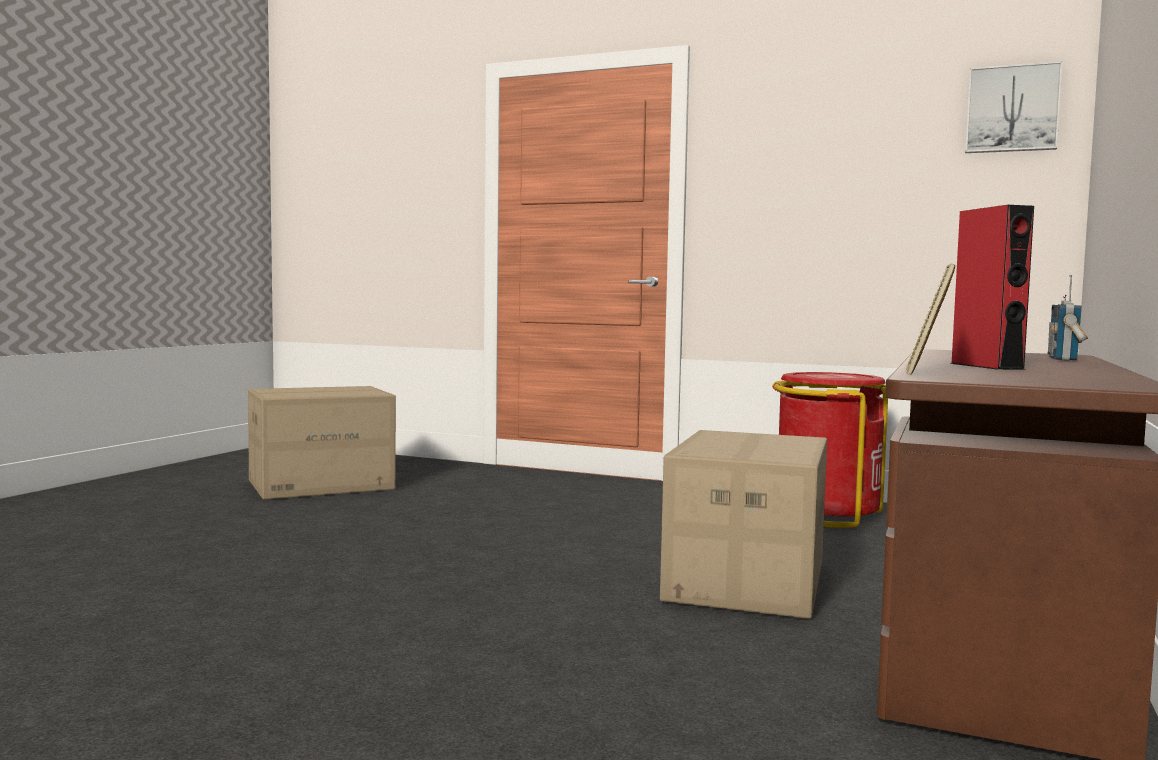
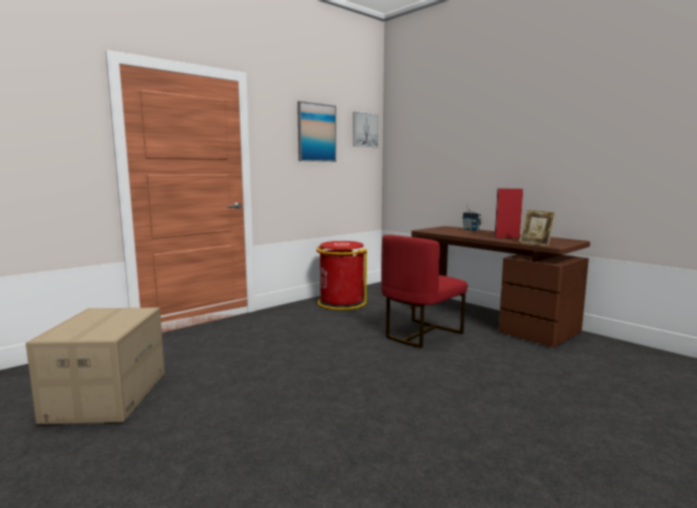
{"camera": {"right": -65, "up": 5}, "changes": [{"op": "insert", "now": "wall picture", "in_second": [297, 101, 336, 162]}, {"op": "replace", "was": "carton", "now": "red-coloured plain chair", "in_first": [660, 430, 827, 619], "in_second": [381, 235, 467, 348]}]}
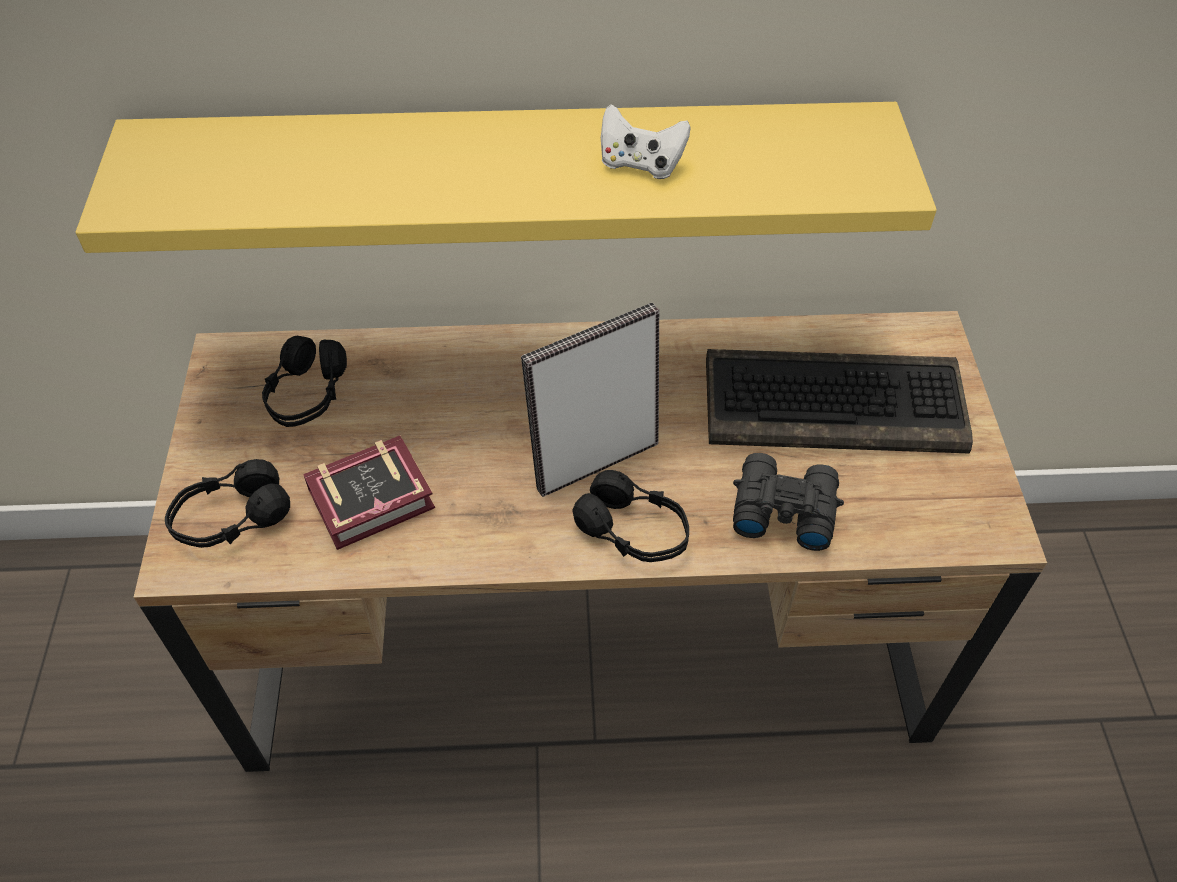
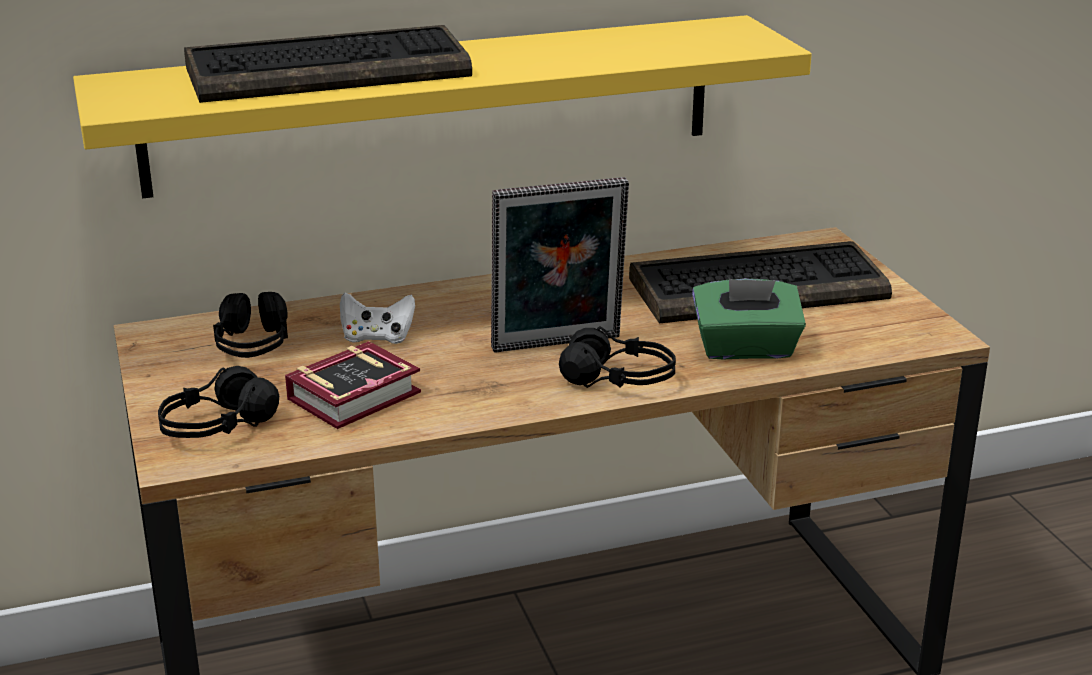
{"camera": {"right": -15, "up": -25}, "changes": [{"op": "insert", "now": "computer keyboard", "in_second": [184, 25, 472, 103]}, {"op": "move", "was": "white-coloured game controller", "in_first": [601, 104, 691, 179], "in_second": [340, 293, 415, 344]}, {"op": "rotate", "was": "standing frame", "in_first": [521, 303, 660, 497], "in_second": [491, 177, 629, 353], "clockwise": -150}, {"op": "replace", "was": "black binoculars", "now": "green tissue holder", "in_first": [733, 453, 844, 551], "in_second": [692, 279, 806, 359]}]}
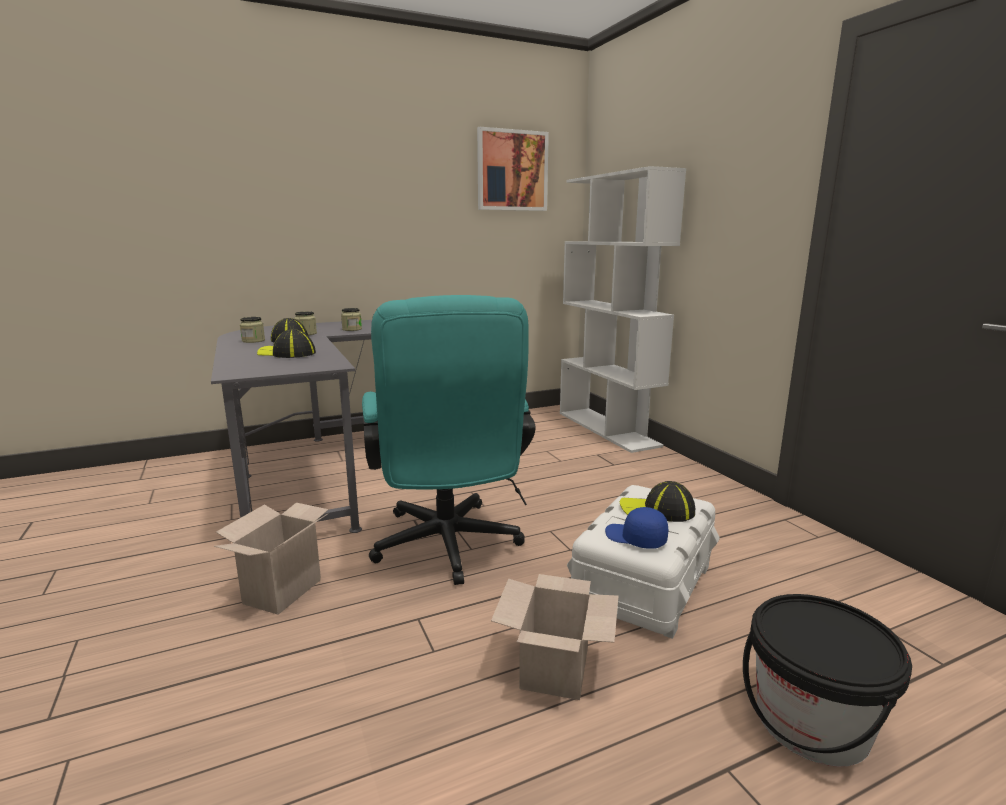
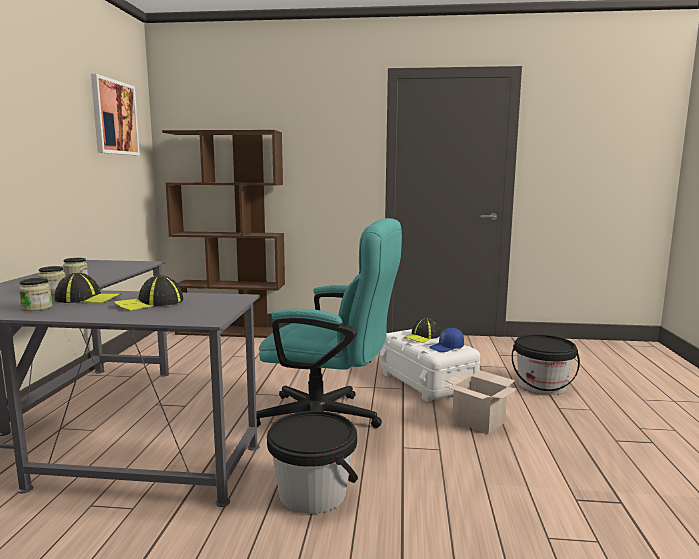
{"camera": {"right": -60, "up": -5}, "changes": [{"op": "recolor", "was": "white-coloured shelving unit", "now": "brown-coloured shelving unit", "in_first": [560, 166, 686, 453], "in_second": [162, 130, 285, 338]}, {"op": "replace", "was": "carton", "now": "black bucket", "in_first": [214, 503, 328, 615], "in_second": [267, 411, 358, 514]}]}
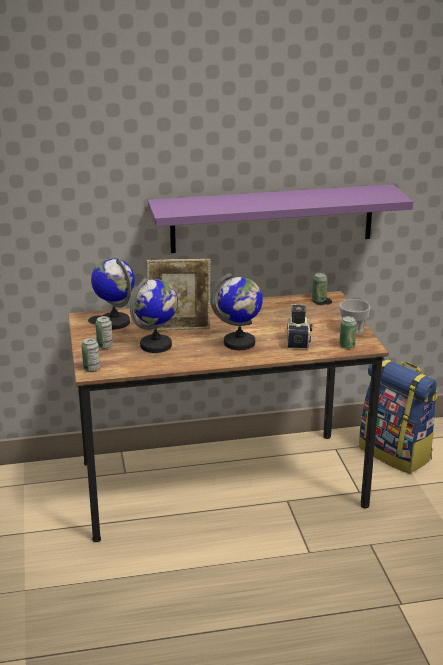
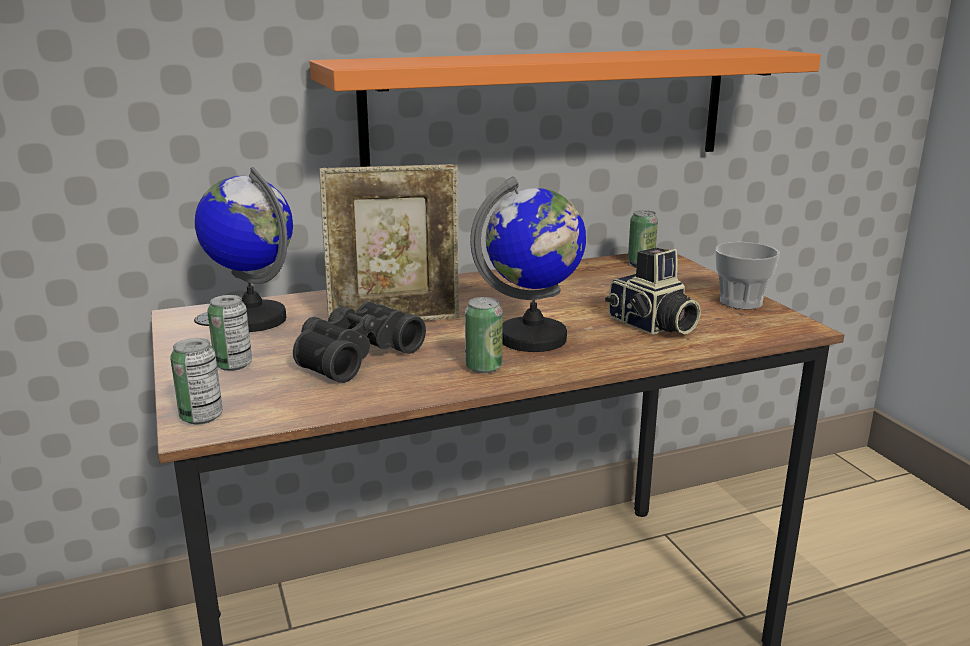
{"camera": {"right": -10, "up": -5}, "changes": [{"op": "replace", "was": "desk globe", "now": "black binoculars", "in_first": [130, 278, 178, 353], "in_second": [293, 301, 426, 383]}, {"op": "recolor", "was": "purple-coloured wall shelf", "now": "orange-coloured wall shelf", "in_first": [148, 184, 413, 253], "in_second": [310, 48, 821, 167]}, {"op": "move", "was": "sealed can", "in_first": [339, 316, 357, 349], "in_second": [465, 297, 503, 373]}, {"op": "rotate", "was": "still camera", "in_first": [286, 304, 312, 348], "in_second": [605, 247, 701, 335], "clockwise": 150}, {"op": "delete", "was": "rucksack", "in_first": [359, 357, 438, 474]}]}
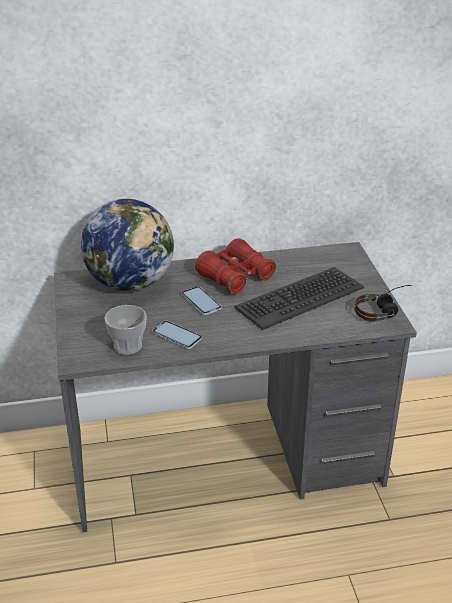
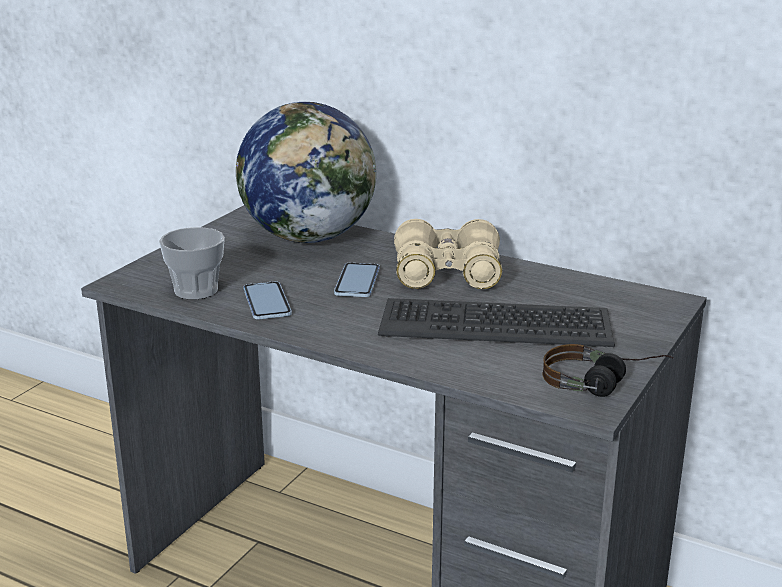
{"camera": {"right": 40, "up": -10}, "changes": [{"op": "recolor", "was": "red-coloured binoculars", "now": "beige-coloured binoculars", "in_first": [195, 238, 276, 294], "in_second": [394, 219, 502, 289]}]}
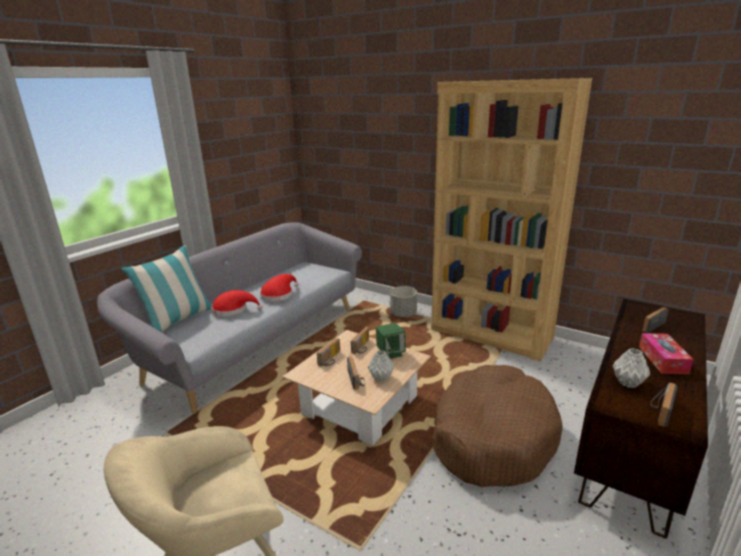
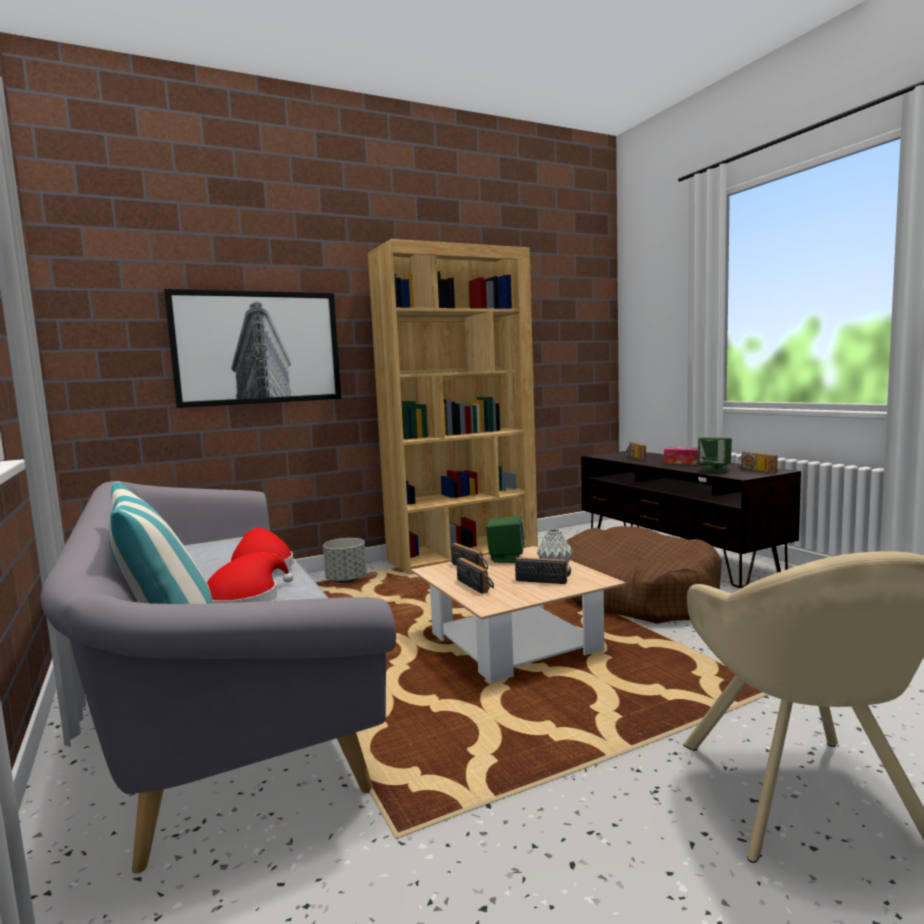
{"camera": {"right": -60, "up": -15}, "changes": [{"op": "insert", "now": "wall picture", "in_second": [164, 289, 341, 408]}, {"op": "replace", "was": "greyish decorative vase", "now": "green speaker", "in_first": [613, 348, 650, 388], "in_second": [698, 437, 732, 473]}]}
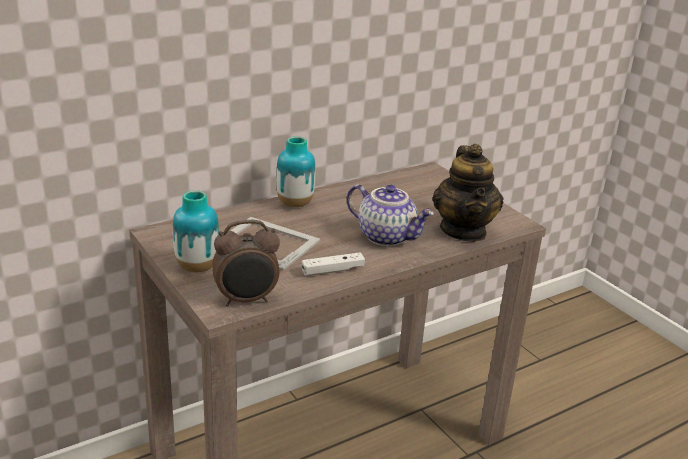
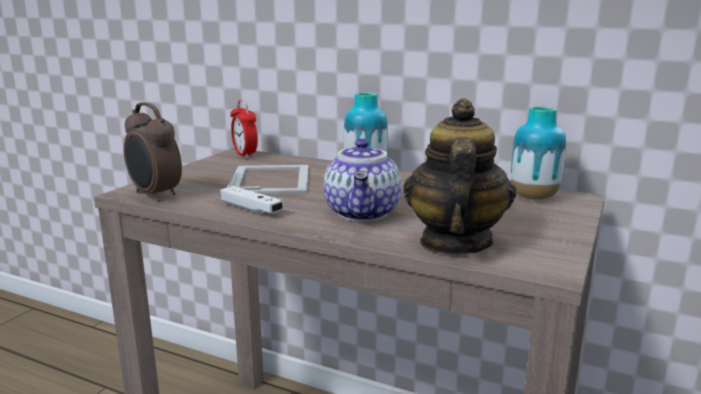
{"camera": {"right": 60, "up": -10}, "changes": [{"op": "insert", "now": "table clock", "in_second": [230, 100, 258, 159]}, {"op": "rotate", "was": "tea pot", "in_first": [432, 144, 503, 242], "in_second": [404, 99, 516, 255], "clockwise": 135}, {"op": "move", "was": "decorative vase", "in_first": [173, 190, 219, 272], "in_second": [511, 106, 566, 200]}]}
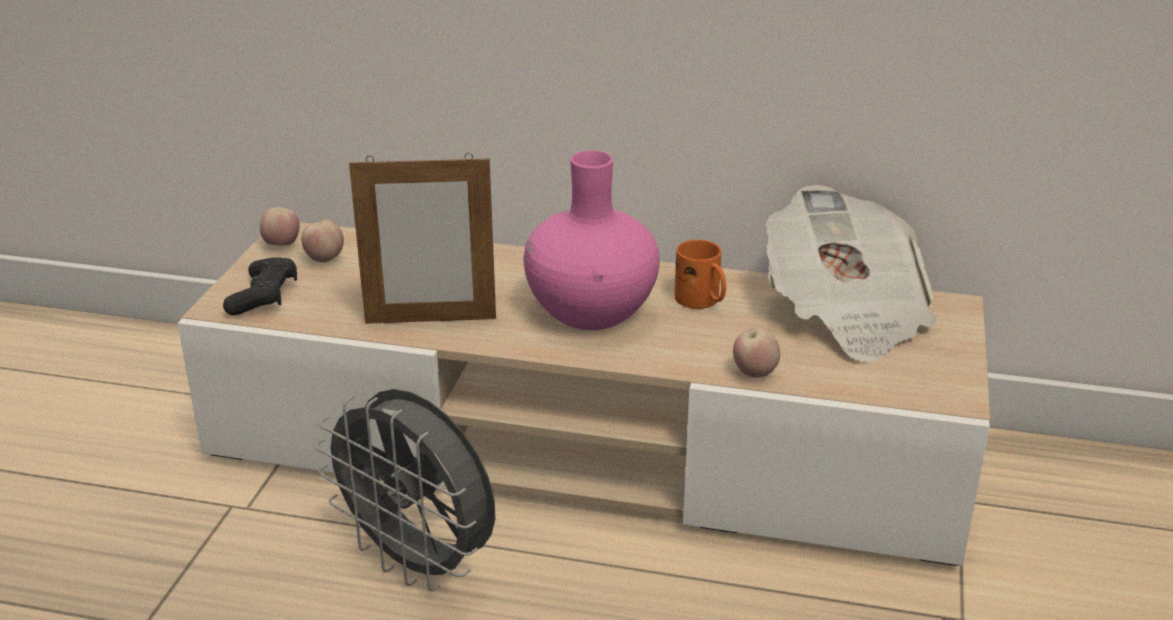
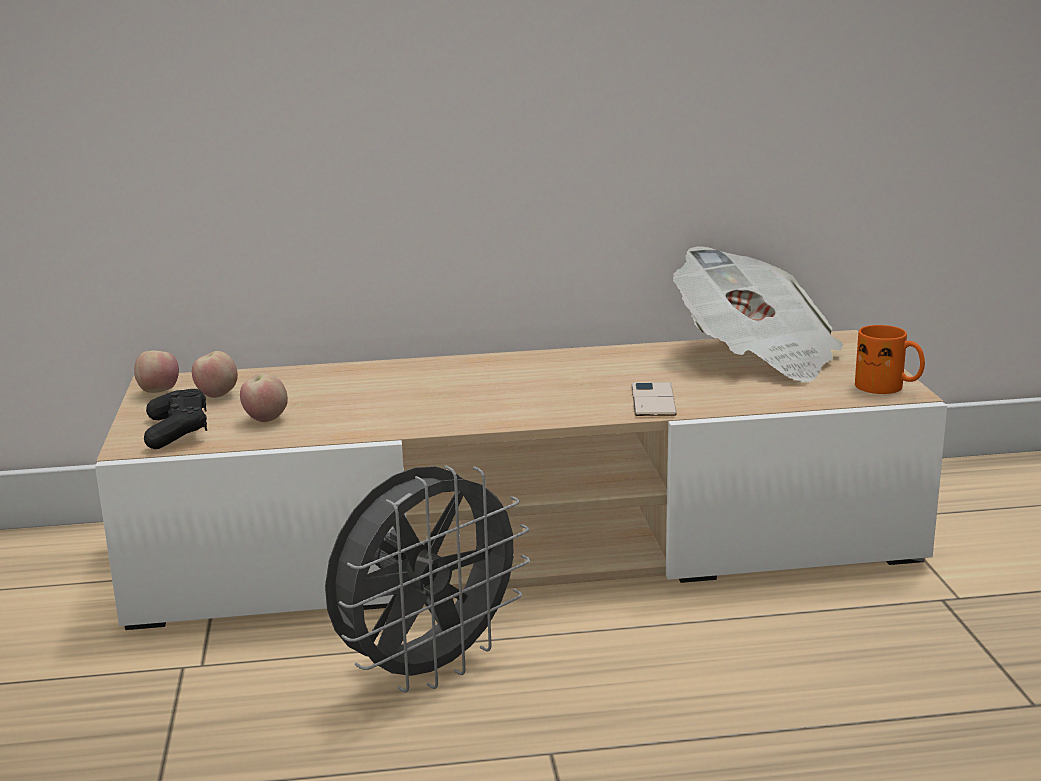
{"camera": {"right": -20, "up": -10}, "changes": [{"op": "move", "was": "apple", "in_first": [733, 327, 780, 378], "in_second": [240, 373, 288, 422]}, {"op": "rotate", "was": "greyish electric fan", "in_first": [315, 389, 495, 591], "in_second": [325, 465, 530, 693], "clockwise": -60}, {"op": "insert", "now": "handset", "in_second": [632, 382, 677, 416]}, {"op": "move", "was": "orange-coloured tea mug", "in_first": [675, 240, 726, 309], "in_second": [855, 325, 925, 394]}, {"op": "delete", "was": "standing frame", "in_first": [349, 153, 496, 324]}, {"op": "delete", "was": "pink-coloured decorative vase", "in_first": [523, 150, 660, 330]}]}
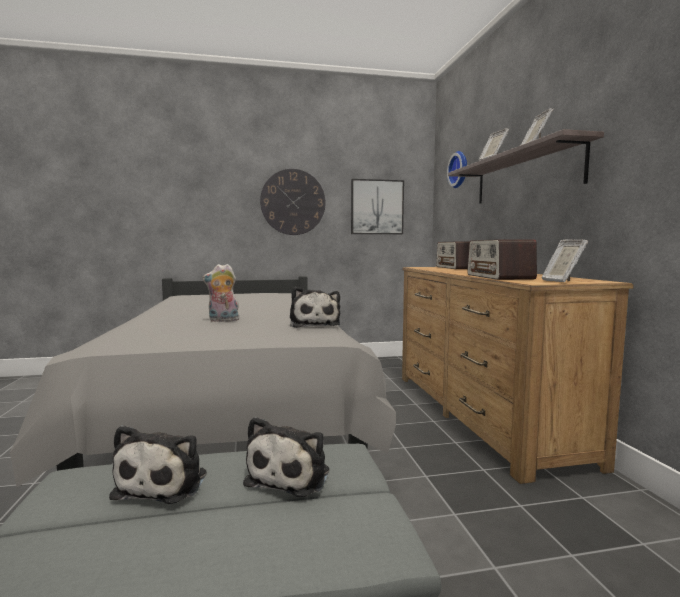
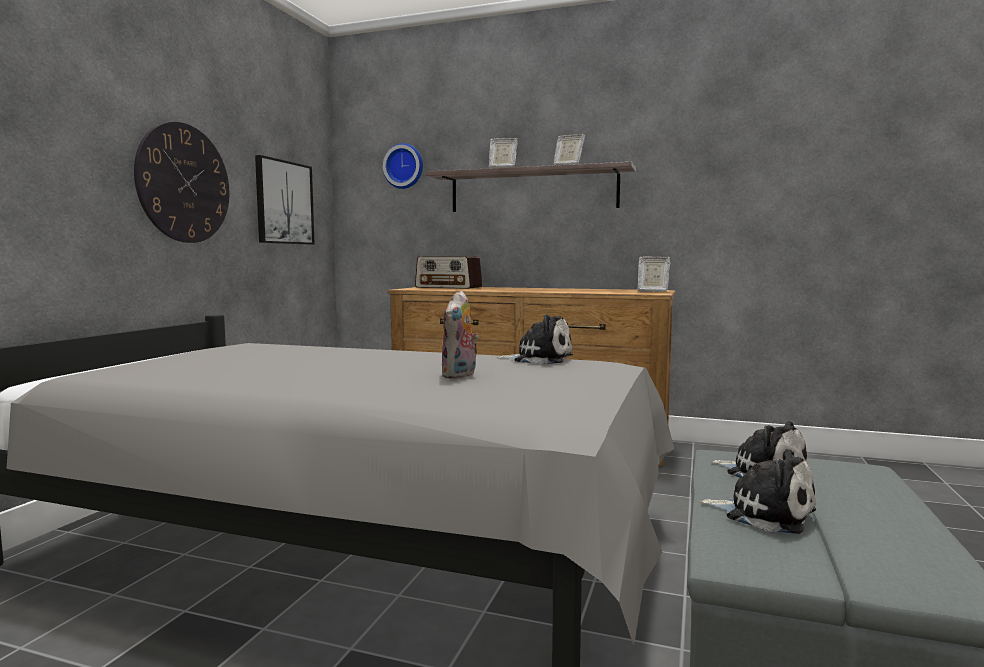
{"camera": {"right": -60, "up": 0}, "changes": [{"op": "delete", "was": "radio receiver", "in_first": [467, 240, 537, 280]}]}
